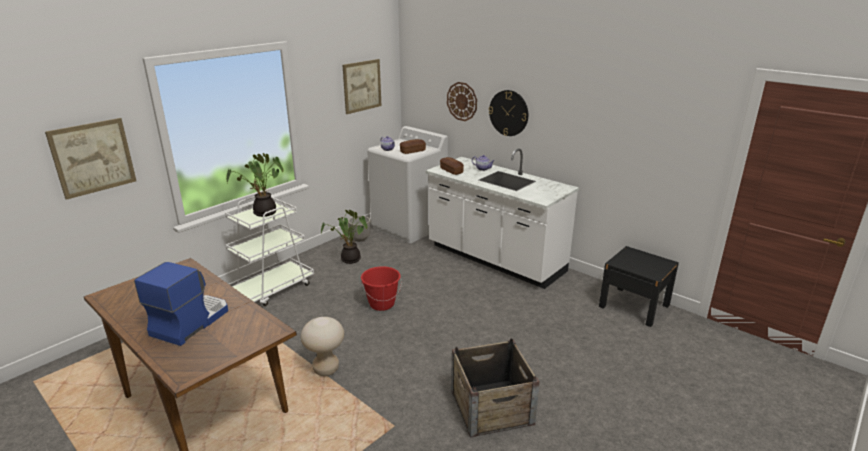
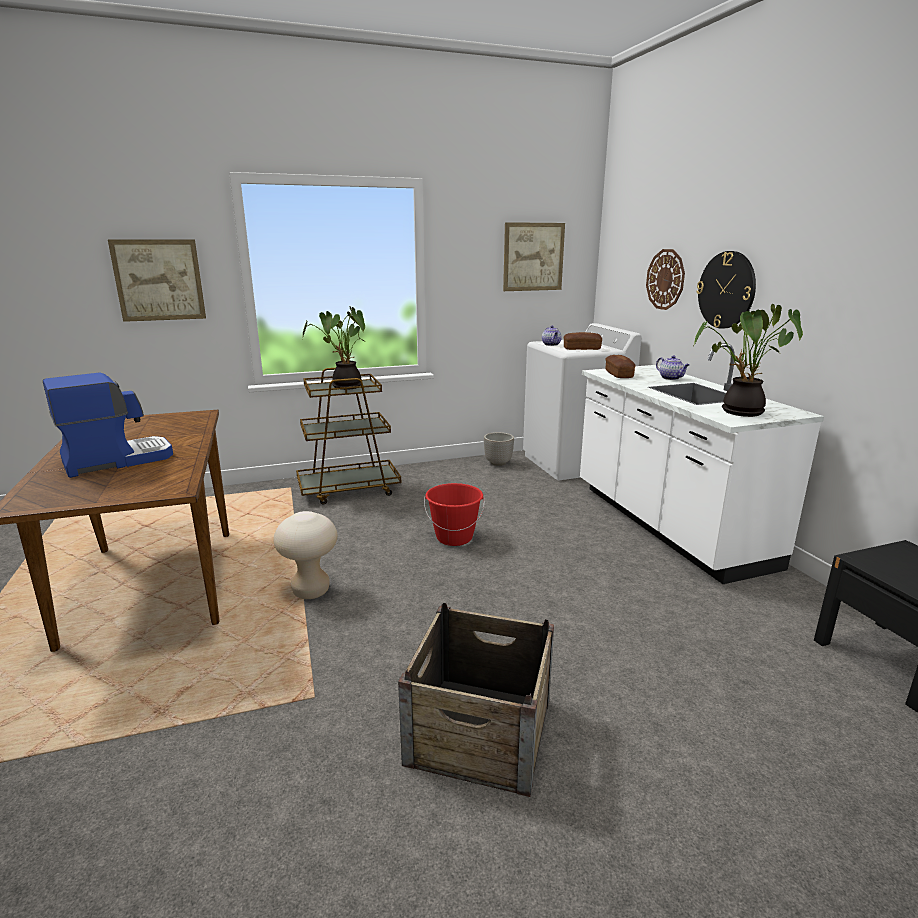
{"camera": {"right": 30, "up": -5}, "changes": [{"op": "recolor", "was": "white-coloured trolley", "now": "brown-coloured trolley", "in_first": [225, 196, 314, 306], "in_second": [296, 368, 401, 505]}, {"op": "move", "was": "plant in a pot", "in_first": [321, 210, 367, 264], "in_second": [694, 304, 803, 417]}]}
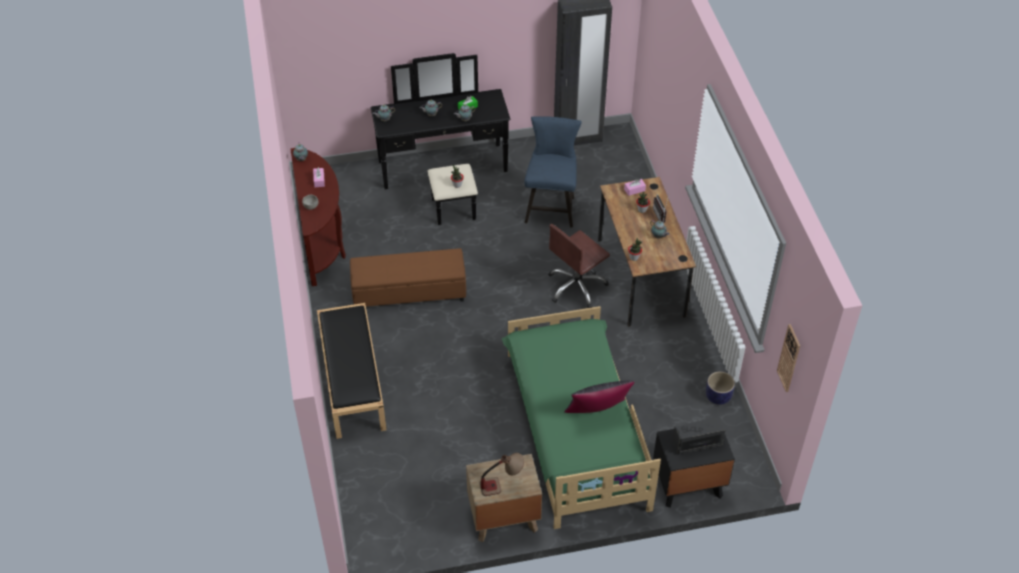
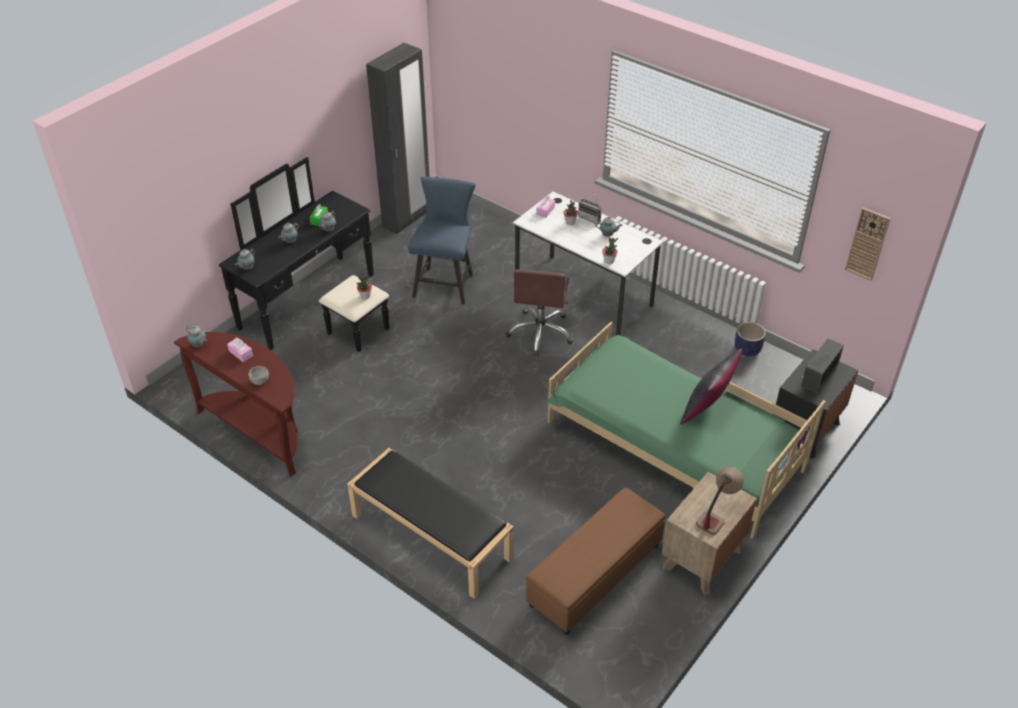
{"camera": {"right": -40, "up": -5}, "changes": [{"op": "rotate", "was": "bluish plain chair", "in_first": [524, 116, 582, 228], "in_second": [408, 177, 476, 304], "clockwise": 45}, {"op": "recolor", "was": "brown-coloured desk table", "now": "white-coloured desk table", "in_first": [598, 177, 696, 327], "in_second": [513, 192, 664, 335]}, {"op": "move", "was": "brown-coloured ottoman", "in_first": [350, 248, 466, 307], "in_second": [526, 487, 665, 635]}]}
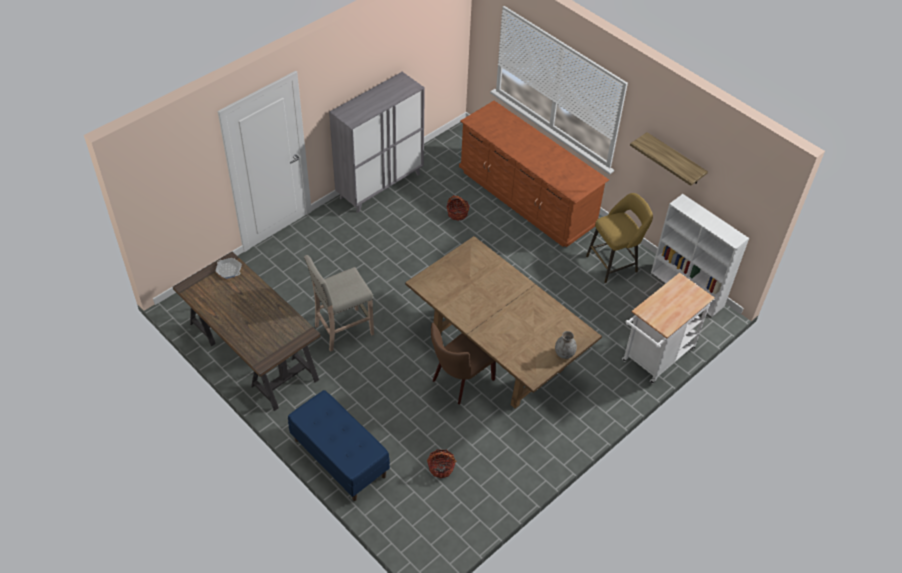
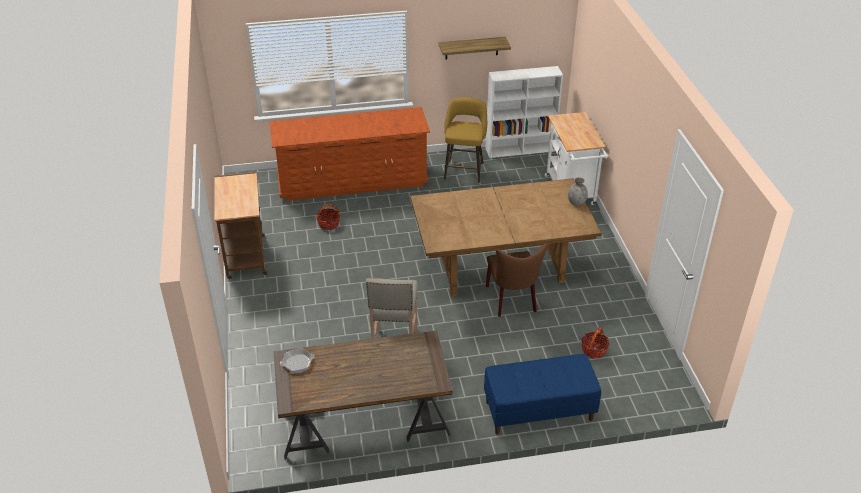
{"camera": {"right": -55, "up": -10}, "changes": [{"op": "replace", "was": "greyish cupboard", "now": "brown-coloured trolley", "in_first": [329, 72, 425, 213], "in_second": [214, 171, 267, 279]}]}
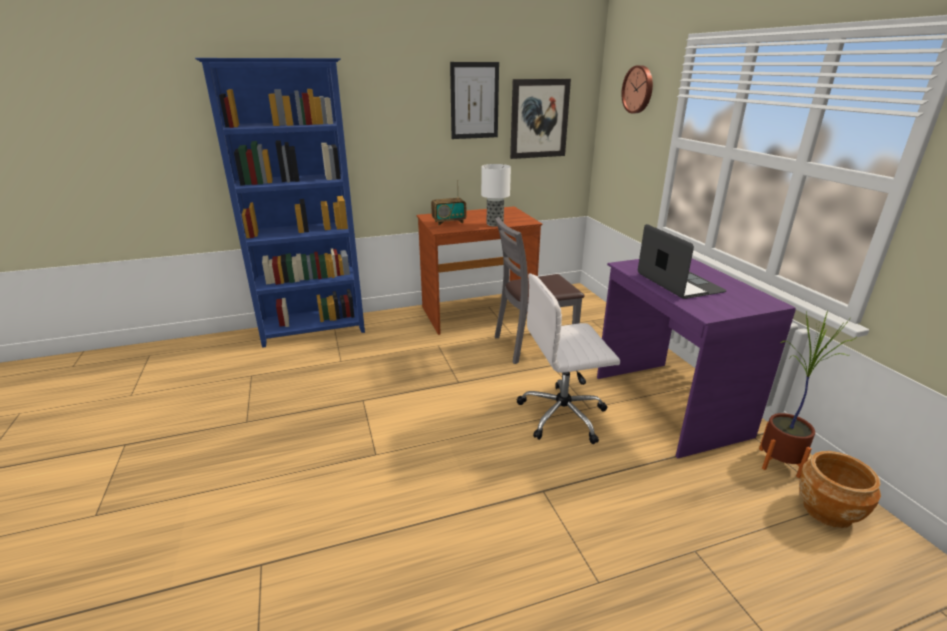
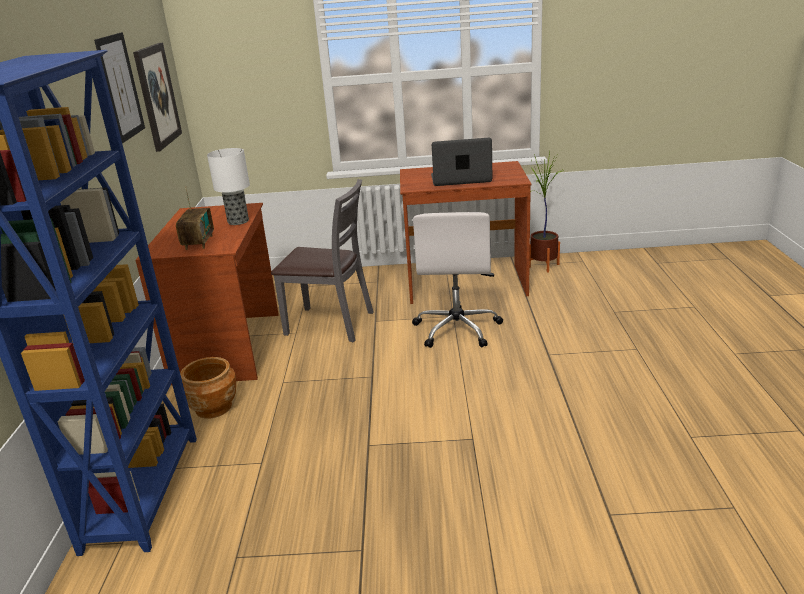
{"camera": {"right": -70, "up": 0}, "changes": [{"op": "move", "was": "brown-coloured plant pot", "in_first": [799, 451, 881, 528], "in_second": [180, 357, 236, 419]}, {"op": "rotate", "was": "greyish plain chair", "in_first": [495, 217, 585, 364], "in_second": [271, 179, 373, 342], "clockwise": -75}, {"op": "recolor", "was": "purple-coloured desk table", "now": "brown-coloured desk table", "in_first": [597, 258, 796, 459], "in_second": [400, 161, 531, 304]}, {"op": "delete", "was": "clock on the wall", "in_first": [621, 65, 653, 113]}]}
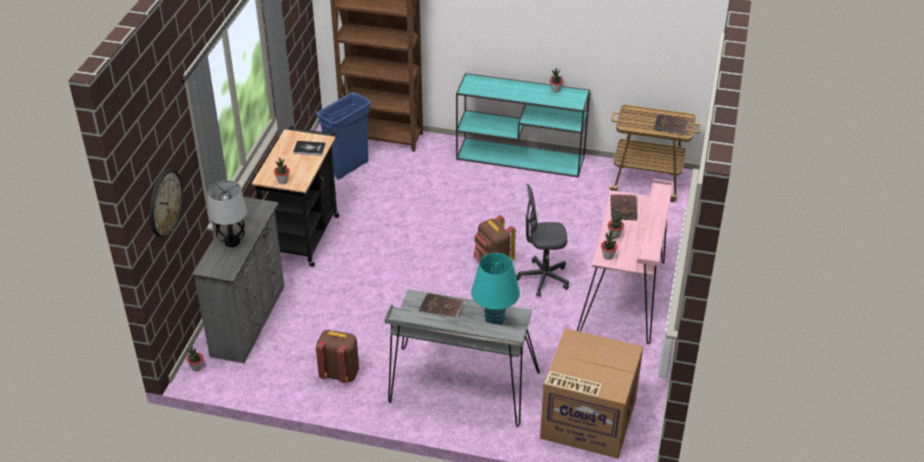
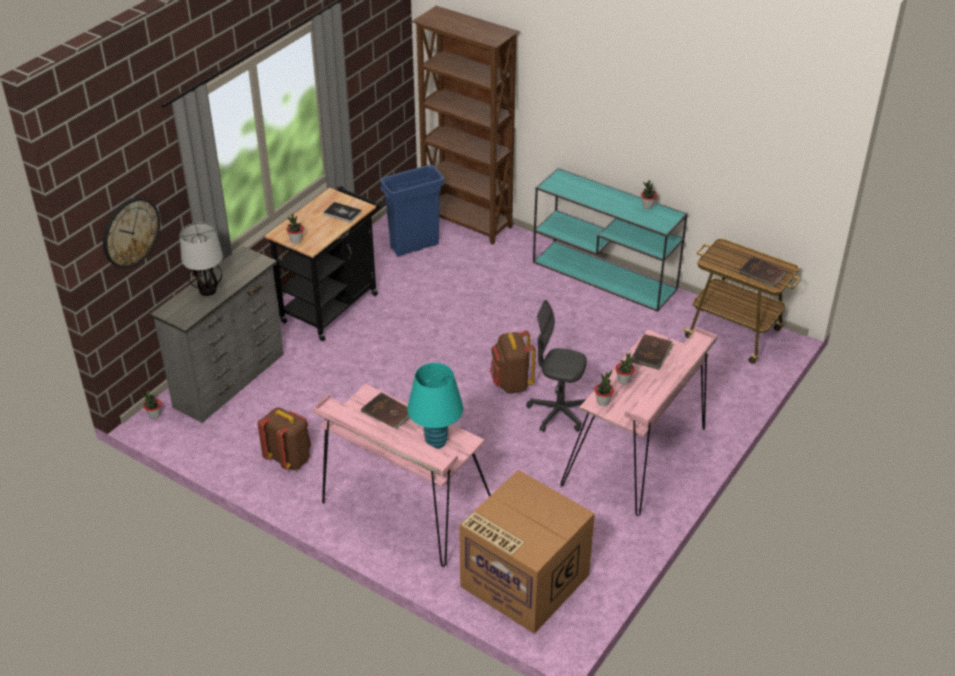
{"camera": {"right": 20, "up": 0}, "changes": [{"op": "recolor", "was": "greyish desk table", "now": "pink-coloured desk table", "in_first": [385, 289, 540, 427], "in_second": [313, 384, 491, 567]}]}
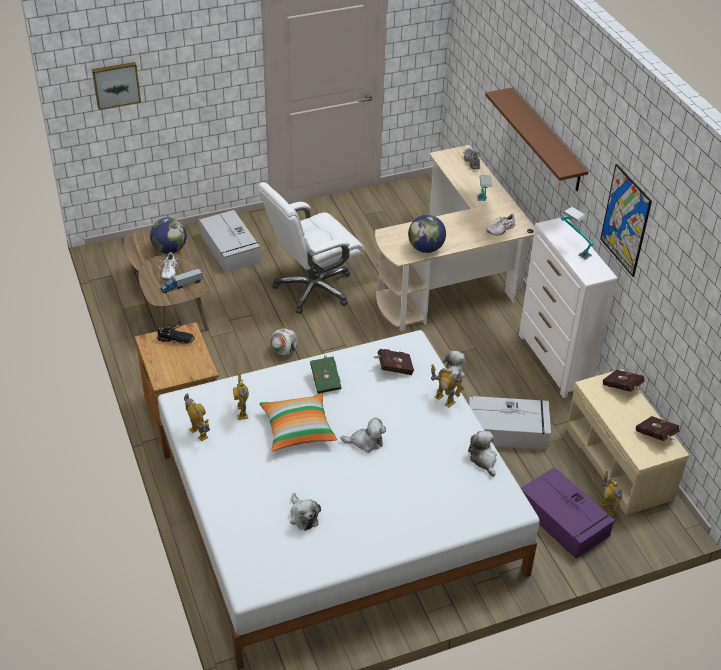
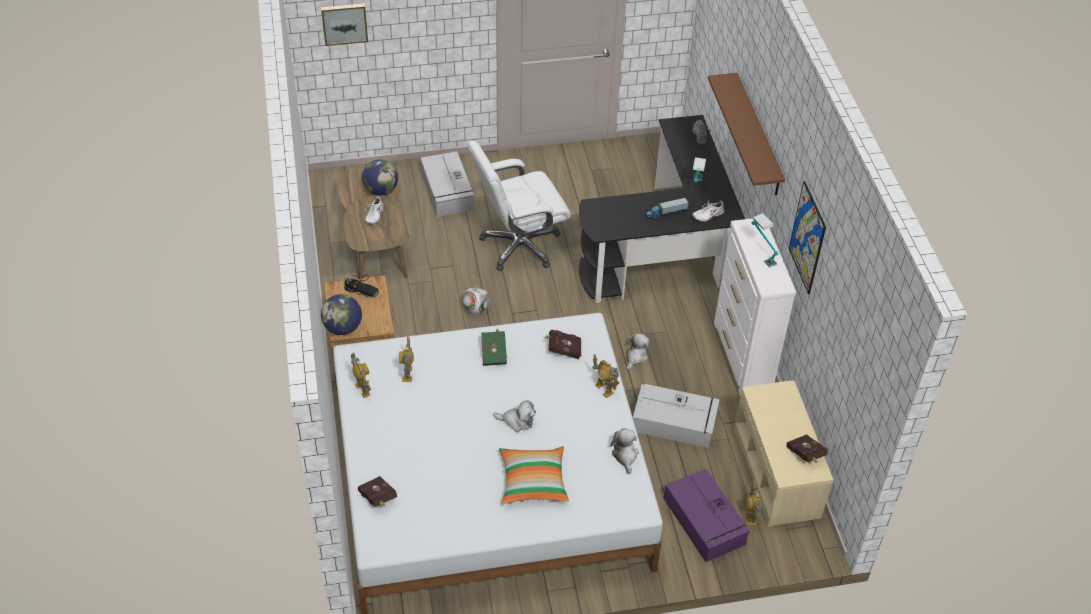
{"camera": {"right": 10, "up": 5}, "changes": [{"op": "move", "was": "desk globe", "in_first": [408, 215, 446, 253], "in_second": [321, 294, 362, 335]}, {"op": "move", "was": "red-coloured bound book", "in_first": [603, 370, 645, 392], "in_second": [358, 476, 397, 507]}, {"op": "move", "was": "cushion", "in_first": [259, 393, 337, 451], "in_second": [499, 446, 569, 504]}, {"op": "recolor", "was": "beige-coloured desk table", "now": "black desk table", "in_first": [375, 145, 535, 331], "in_second": [579, 115, 745, 303]}, {"op": "move", "was": "toy lorry", "in_first": [161, 268, 203, 293], "in_second": [645, 198, 689, 219]}, {"op": "delete", "was": "cuddly toy", "in_first": [290, 493, 321, 531]}]}
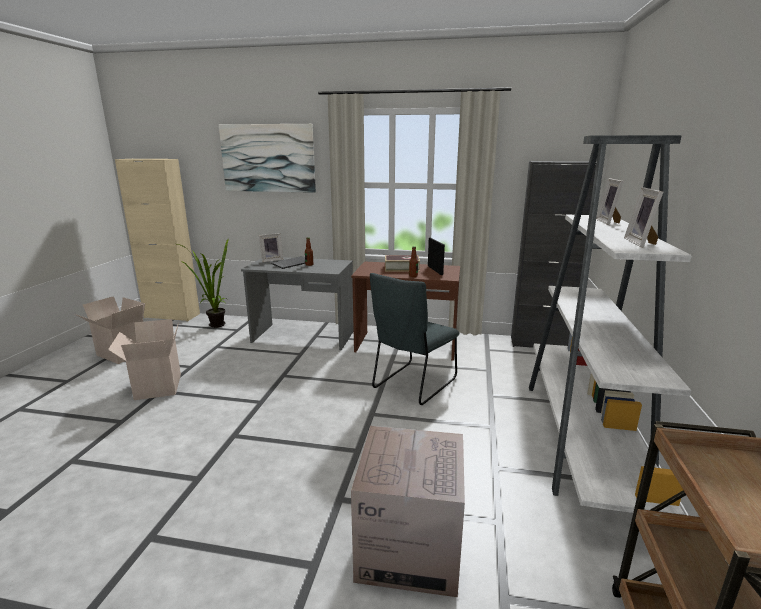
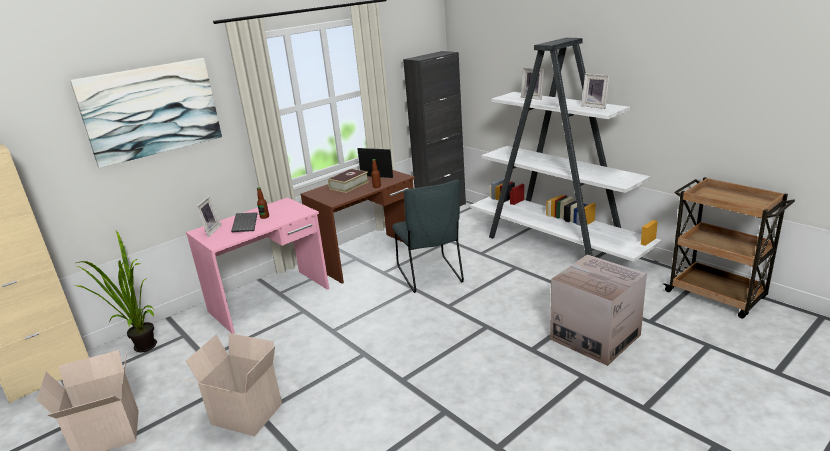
{"camera": {"right": -50, "up": 5}, "changes": [{"op": "recolor", "was": "greyish desk table", "now": "pink-coloured desk table", "in_first": [241, 257, 354, 350], "in_second": [186, 197, 329, 334]}]}
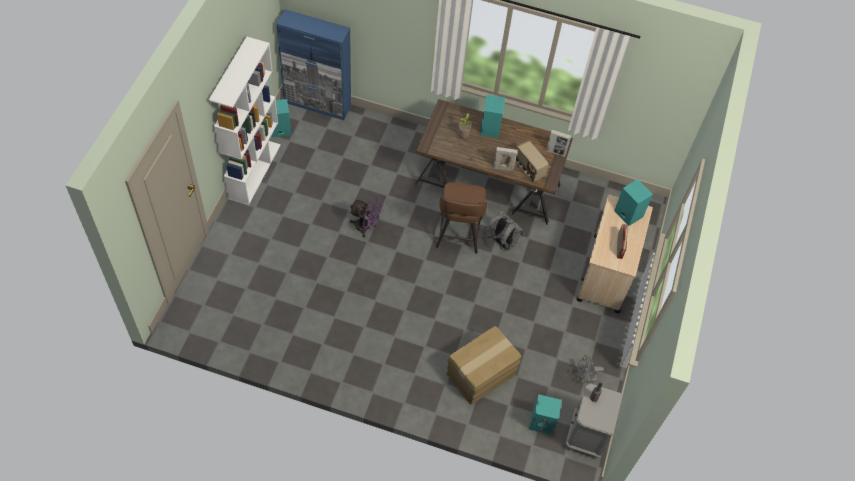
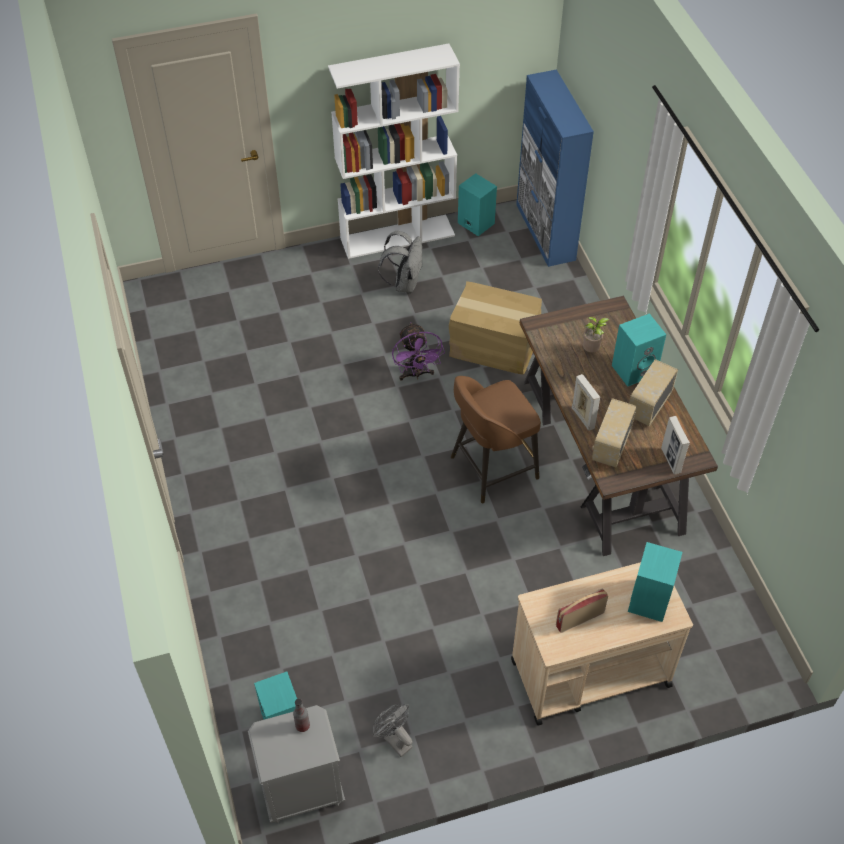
{"camera": {"right": 60, "up": -5}, "changes": [{"op": "move", "was": "greyish rucksack", "in_first": [485, 210, 524, 251], "in_second": [378, 231, 422, 293]}, {"op": "move", "was": "carton", "in_first": [446, 326, 521, 405], "in_second": [449, 281, 542, 375]}, {"op": "insert", "now": "radio receiver", "in_second": [629, 359, 678, 426]}]}
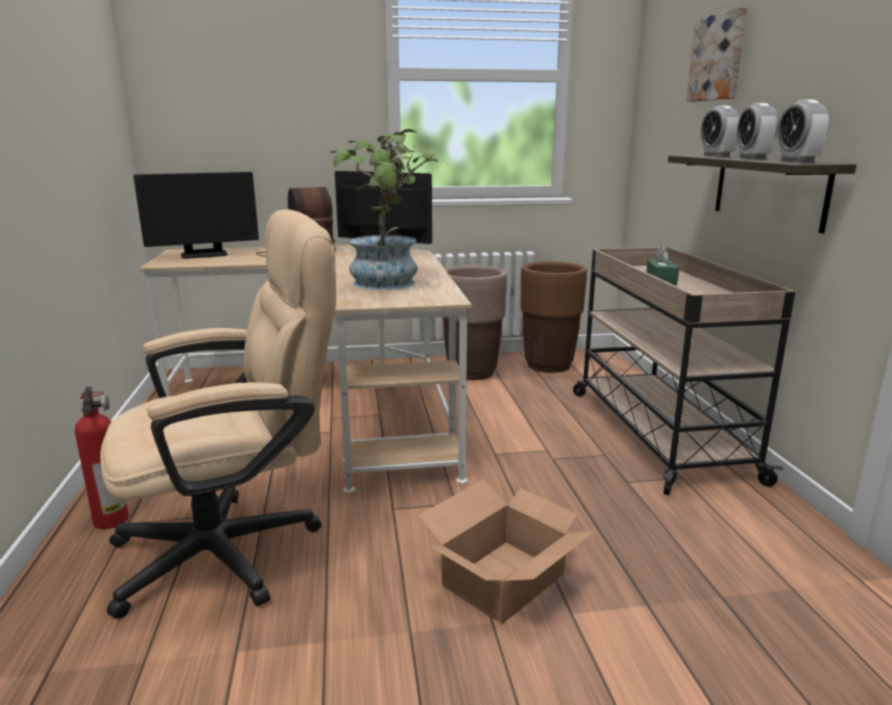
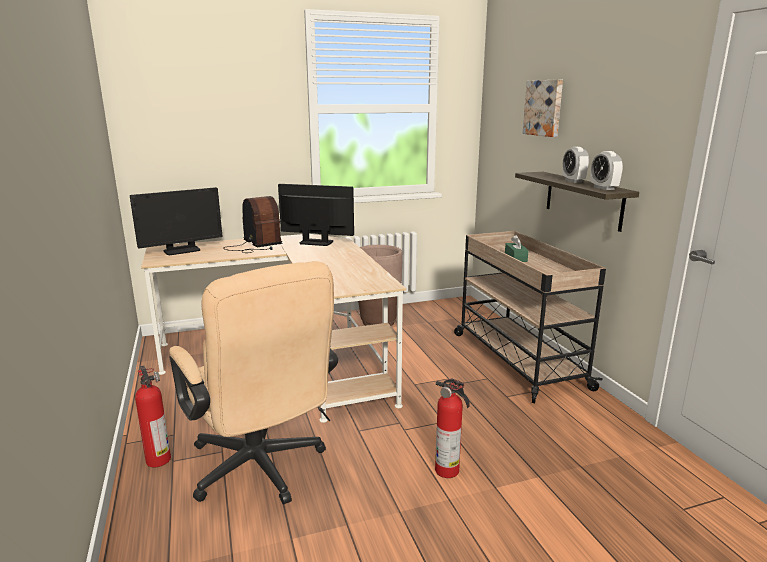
{"camera": {"right": -10, "up": 0}, "changes": [{"op": "rotate", "was": "beige-coloured desk chair", "in_first": [100, 209, 336, 619], "in_second": [169, 261, 338, 504], "clockwise": 90}, {"op": "replace", "was": "carton", "now": "extinguisher", "in_first": [418, 479, 597, 624], "in_second": [435, 378, 470, 478]}, {"op": "delete", "was": "plant in a pot", "in_first": [331, 129, 448, 290]}, {"op": "delete", "was": "brown-coloured plant pot", "in_first": [520, 261, 587, 373]}, {"op": "delete", "was": "table clock", "in_first": [700, 106, 740, 157]}]}
